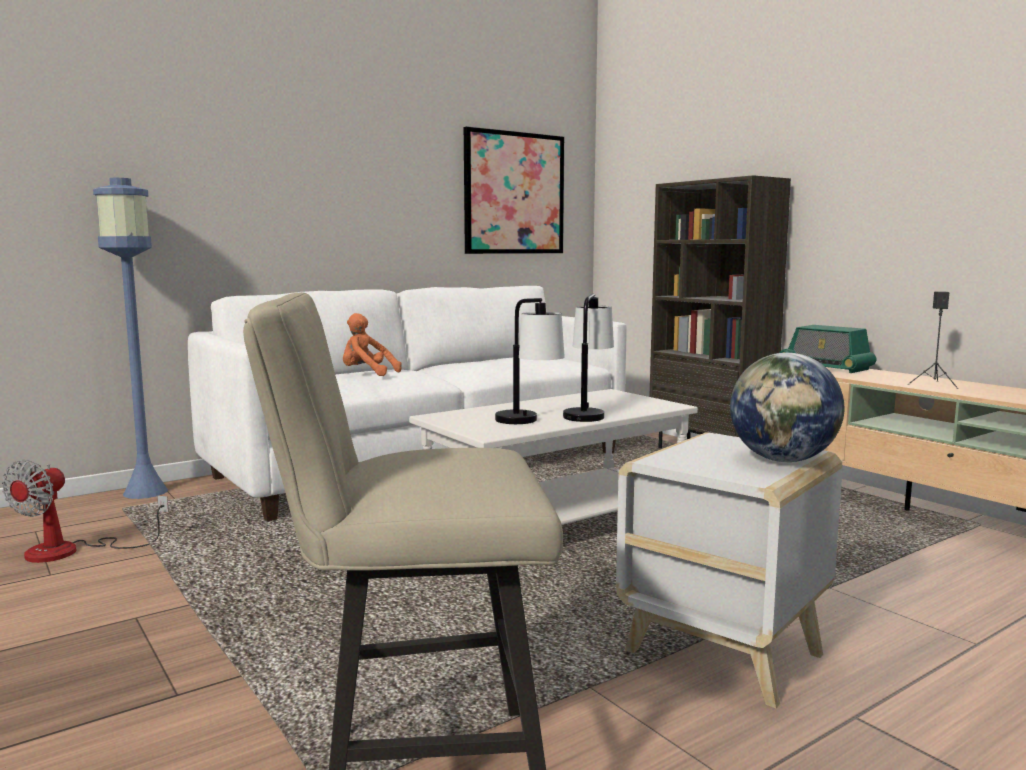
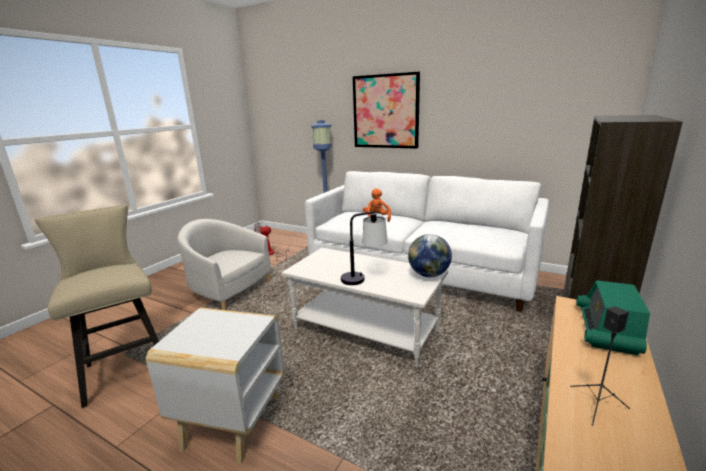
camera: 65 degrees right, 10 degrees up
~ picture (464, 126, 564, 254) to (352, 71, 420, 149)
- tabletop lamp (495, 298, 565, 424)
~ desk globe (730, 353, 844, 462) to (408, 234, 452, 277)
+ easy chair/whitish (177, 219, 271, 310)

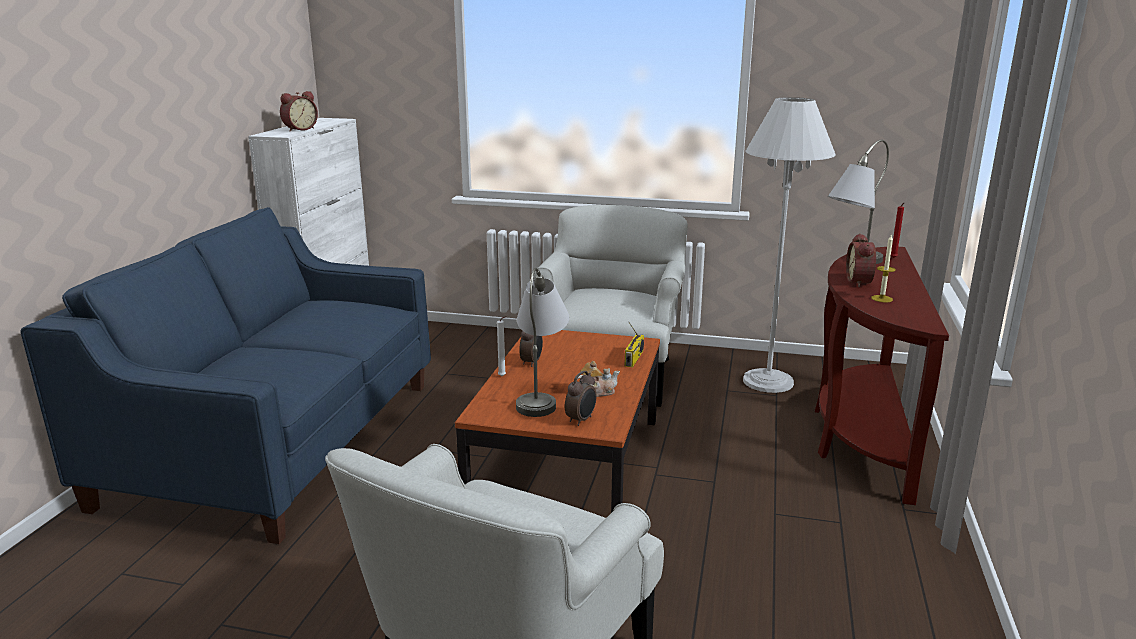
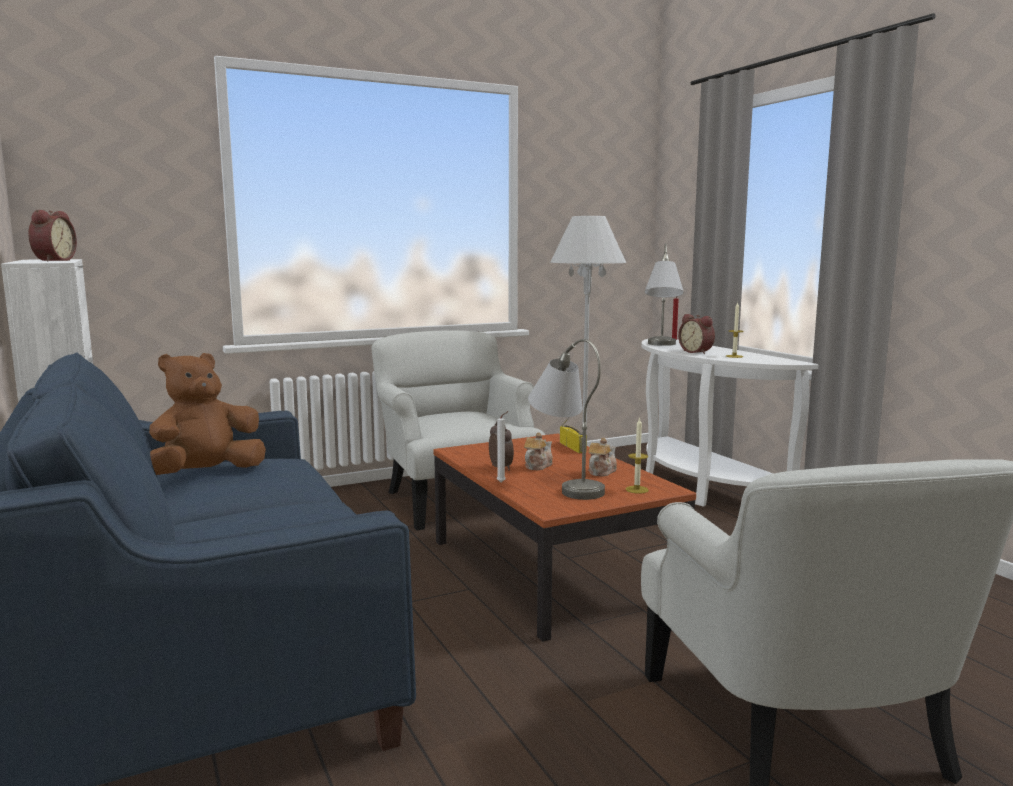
camera: 40 degrees left, 10 degrees down
~ hall table/brown (815, 247, 949, 505) to hall table/whitish (641, 339, 819, 507)
~ bedside clock (565, 371, 596, 426) to candle (625, 417, 649, 494)
+ soft toy/brown (149, 353, 266, 475)
+ pot for tea (524, 433, 553, 470)

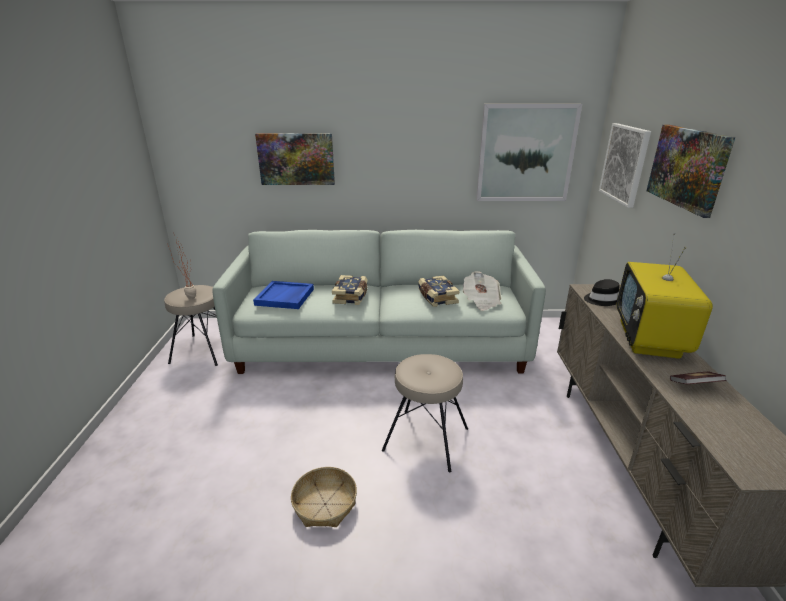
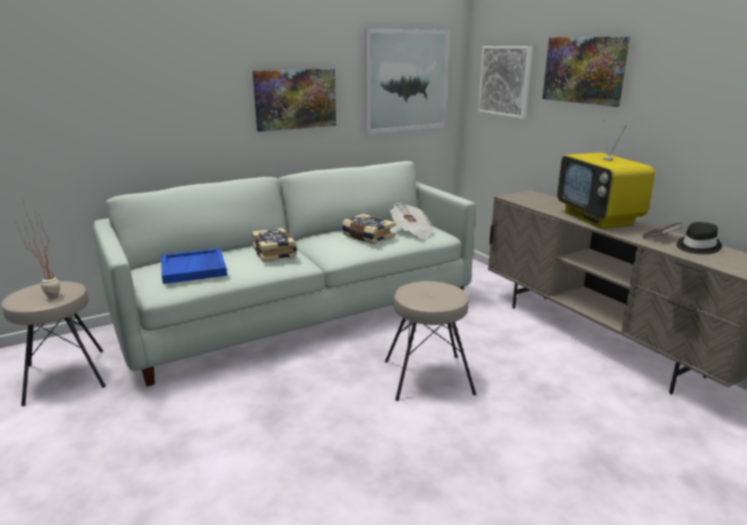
camera: 30 degrees left, 5 degrees down
~ picture (255, 133, 335, 185) to (253, 69, 336, 132)
~ hat/black-coloured (584, 279, 619, 306) to (676, 222, 722, 254)
- basket (291, 467, 357, 527)

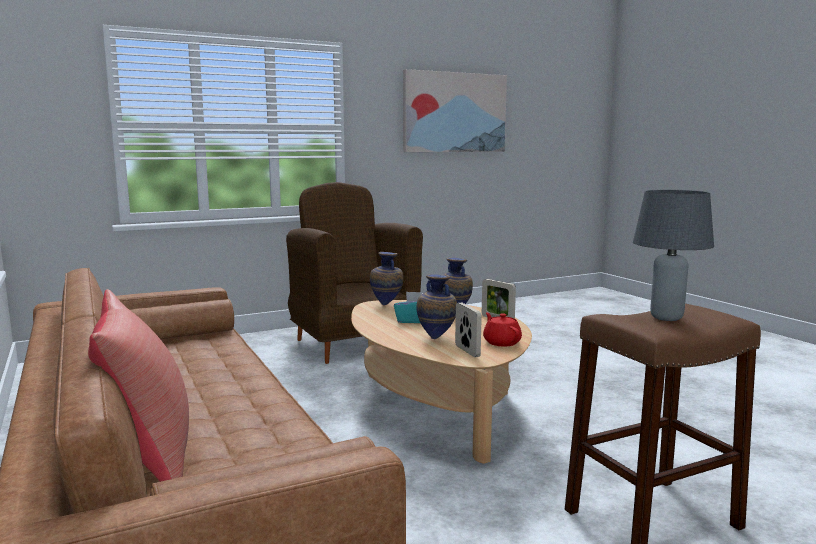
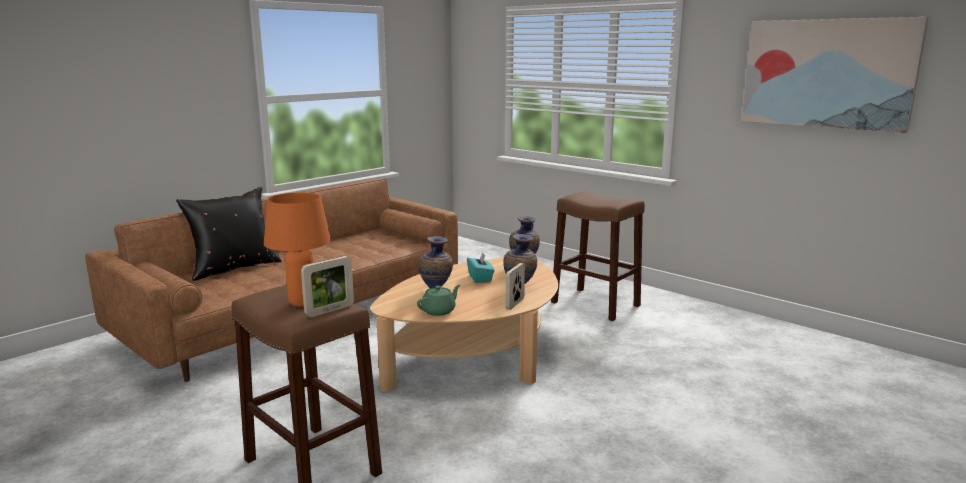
camera: 70 degrees right, 5 degrees up
~ easy chair/brown (286, 182, 423, 364) to sitting stool/brown (551, 191, 645, 321)
~ tabletop lamp/gray (633, 190, 714, 321) to tabletop lamp/orangey (264, 192, 331, 307)
~ cushion/reddish (88, 289, 189, 482) to cushion/black-coloured (176, 187, 281, 281)
~ picture frame (455, 303, 482, 357) to (301, 256, 354, 317)
~ pot for tea/reddish (483, 312, 522, 346) to pot for tea/greenish (417, 285, 460, 316)

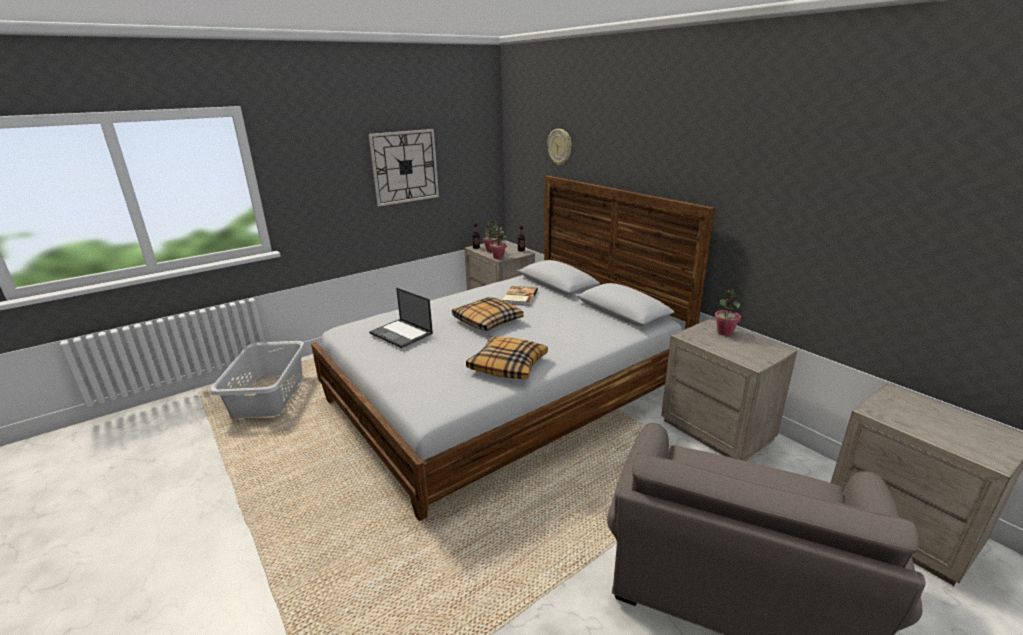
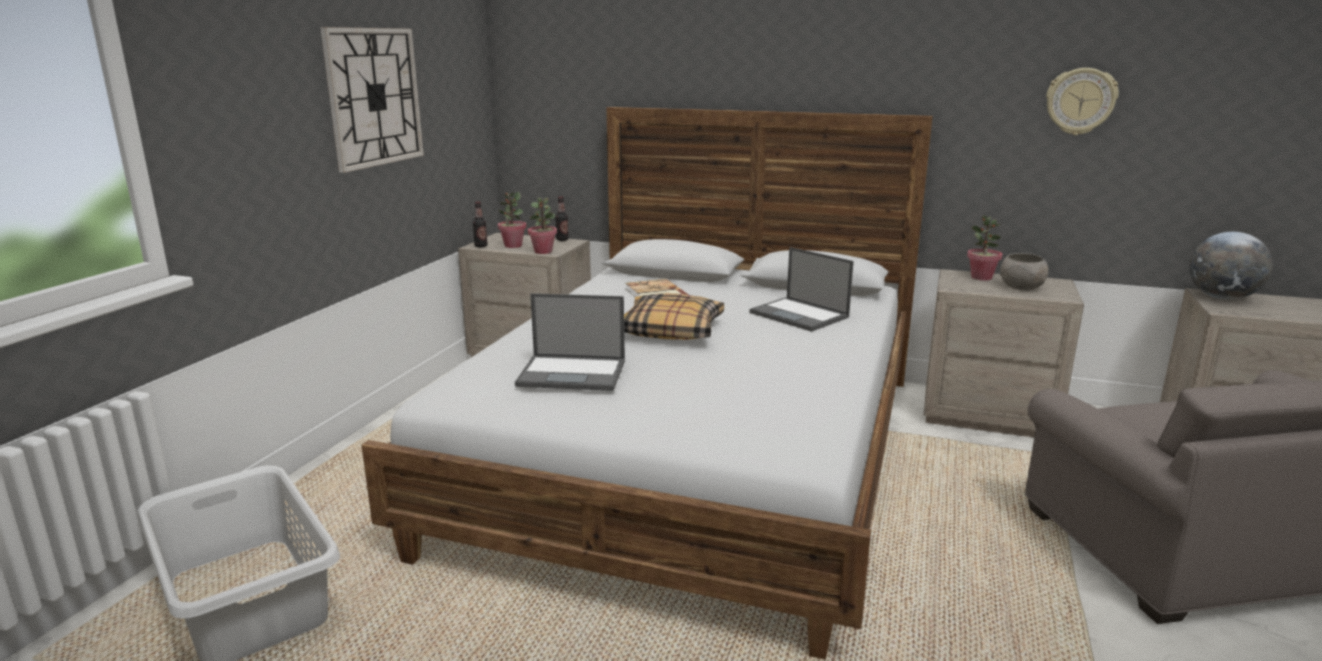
camera: 35 degrees left, 5 degrees down
~ wall clock (547, 129, 571, 165) to (1046, 68, 1119, 135)
- cushion (466, 336, 548, 379)
+ desk globe (1189, 232, 1272, 300)
+ laptop (749, 247, 854, 332)
+ deep dish/gray (1000, 253, 1048, 290)

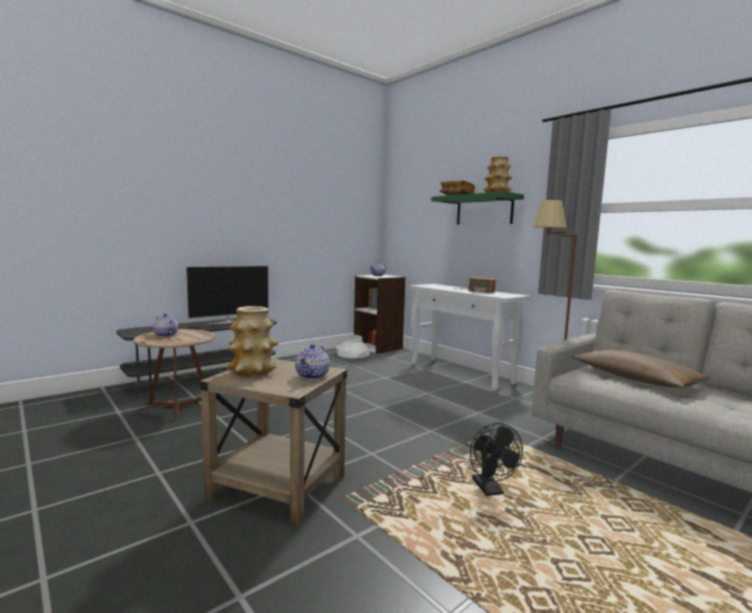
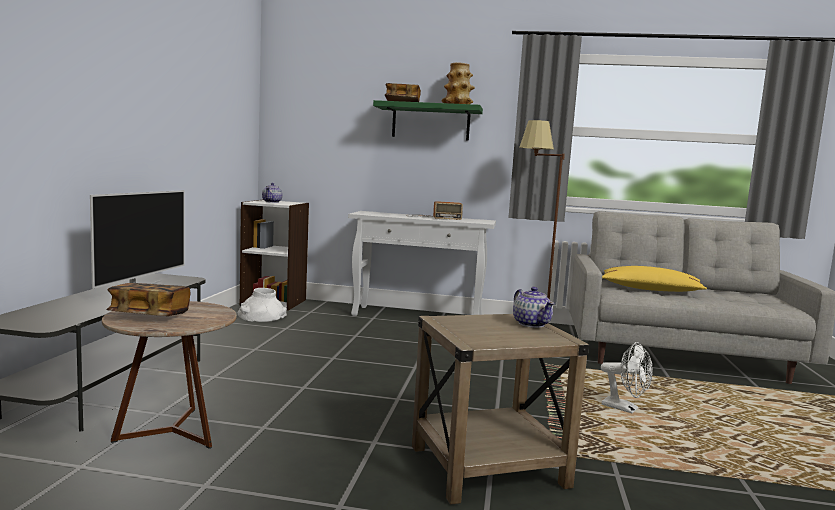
camera: 40 degrees left, 0 degrees up
- flower vase (226, 306, 279, 377)
~ pot for tea (153, 314, 178, 337) to bound book (106, 283, 191, 316)
~ cushion/brown (571, 349, 711, 388) to cushion/yellow (602, 266, 707, 292)
~ cooling fan/black-coloured (470, 423, 523, 496) to cooling fan/whitish (601, 342, 653, 413)

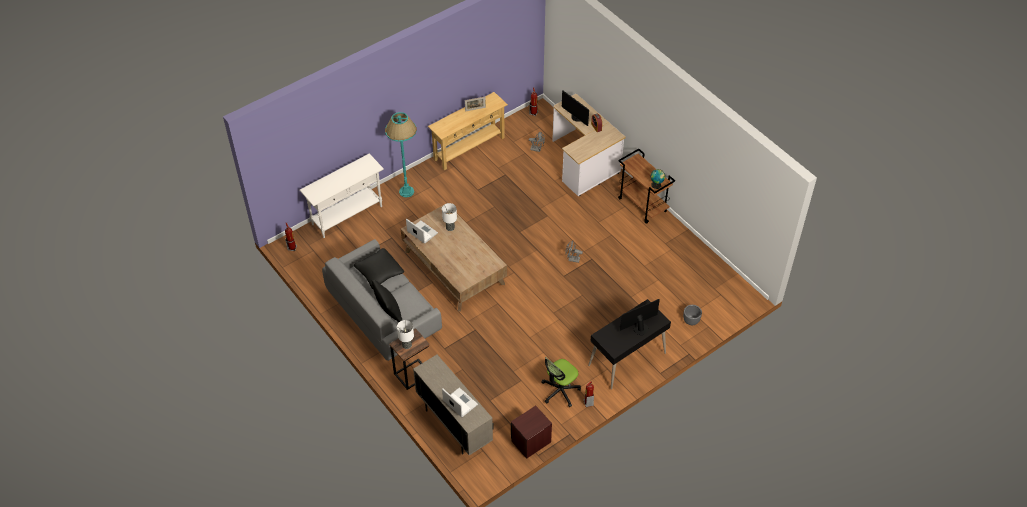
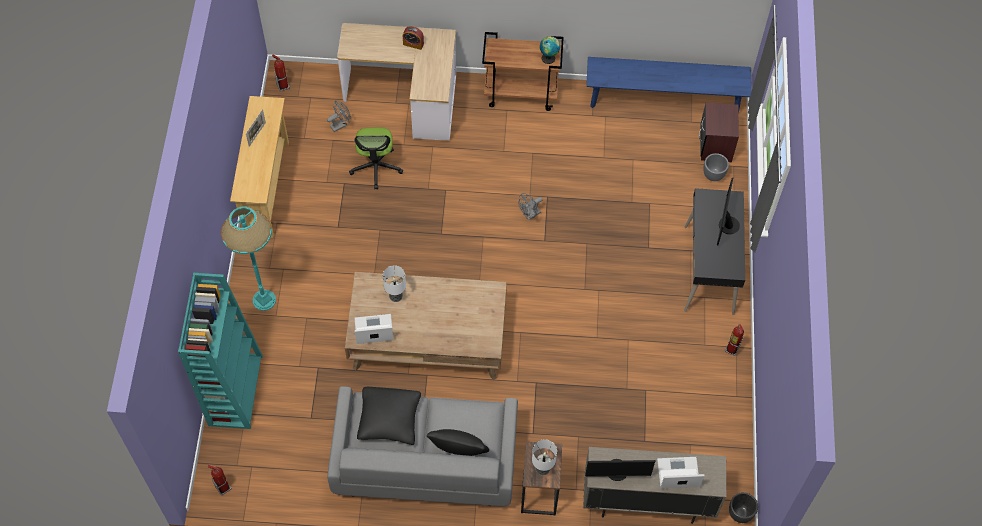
camera: 50 degrees left, 10 degrees up
~ computer screen (562, 90, 589, 126) to (585, 459, 656, 481)
~ hall table/whitish (299, 153, 384, 238) to bookshelf/turquoise (178, 273, 263, 429)
~ desk chair (541, 357, 581, 407) to (349, 128, 403, 189)
~ nightstand/brown (511, 406, 552, 459) to (699, 103, 739, 162)
+ long seat/blue (586, 57, 751, 112)
+ plant pot/black-coloured (729, 492, 758, 523)

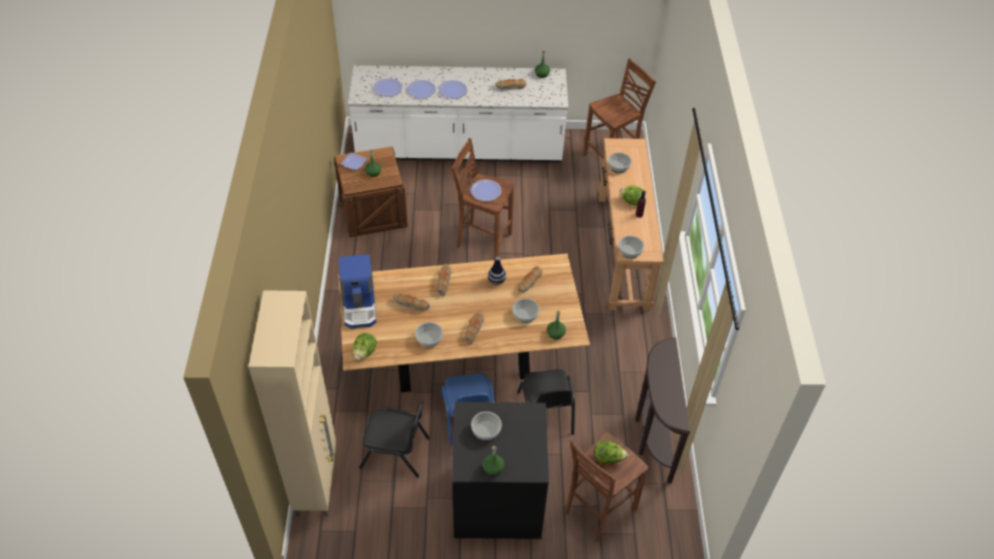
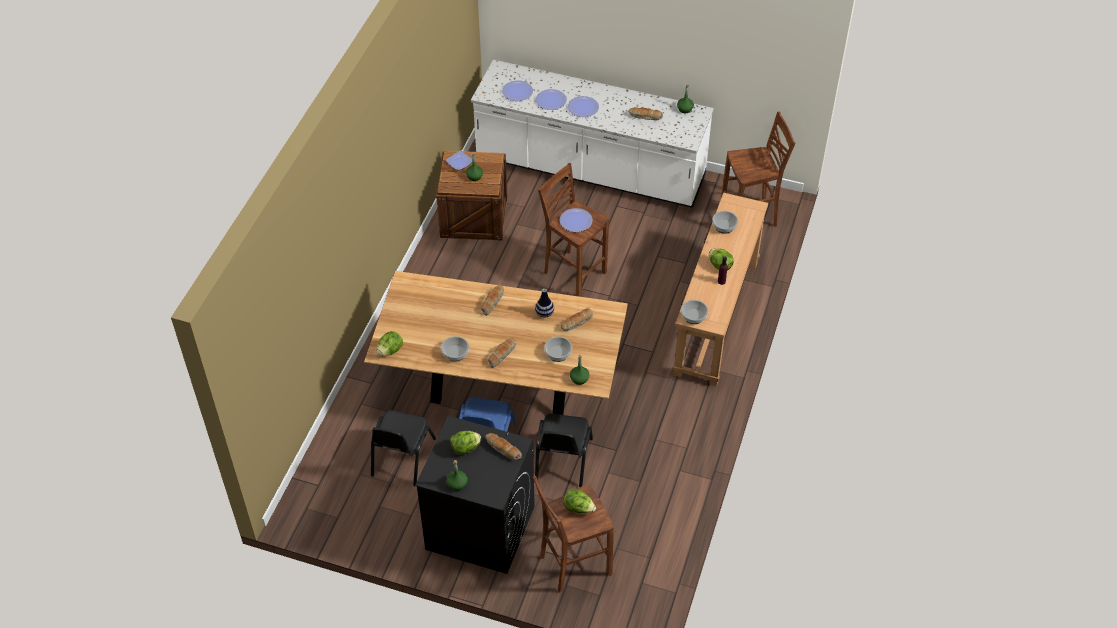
camera: 20 degrees right, 0 degrees up
- coffee maker (338, 254, 376, 329)
- storage cabinet/beige-coloured (248, 290, 336, 517)
~ bread (393, 293, 430, 311) to (485, 433, 522, 460)
- hall table/brown (635, 337, 690, 483)
~ upright chair/black-coloured (359, 401, 430, 478) = (371, 410, 436, 486) 75 degrees clockwise
~ deep dish (471, 411, 502, 440) to lettuce head (450, 431, 481, 455)

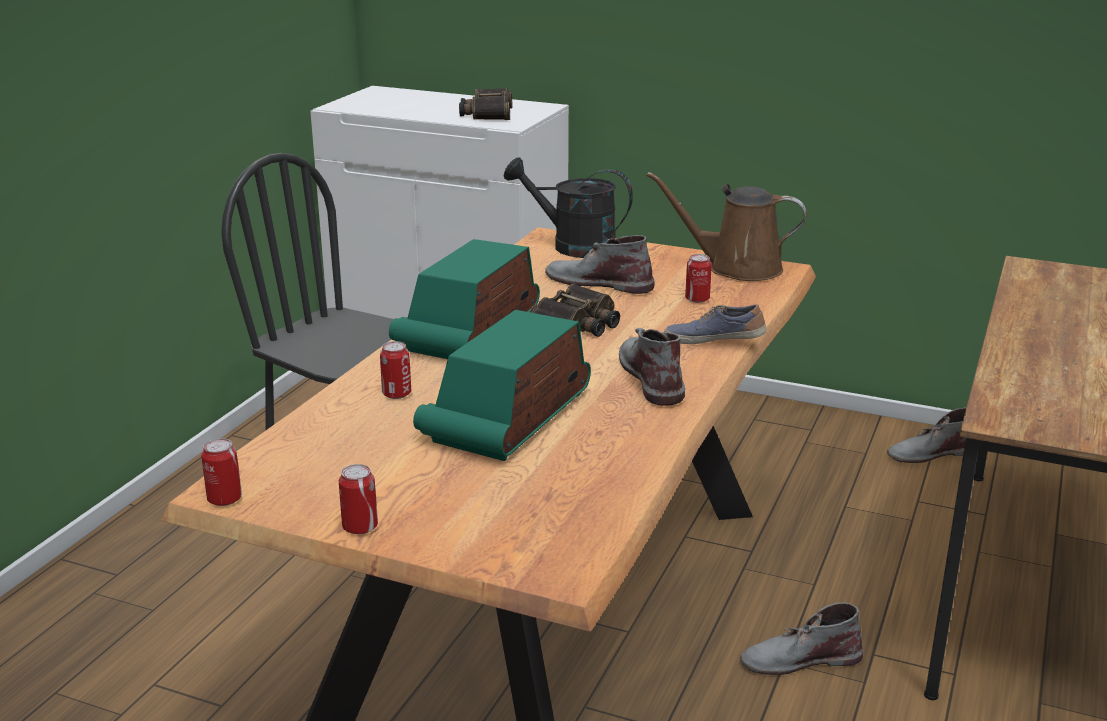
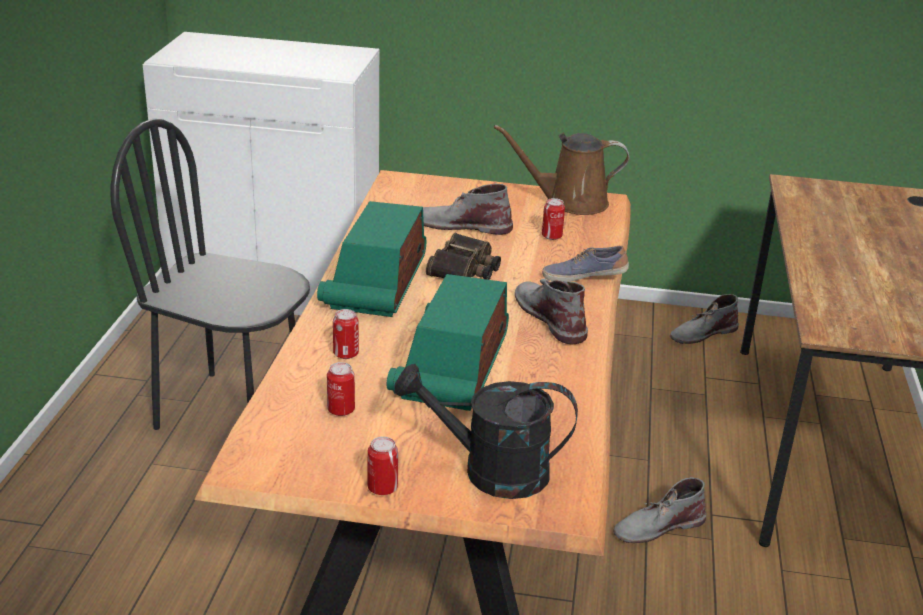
camera: 15 degrees left, 5 degrees up
- pair of binoculars (459, 88, 512, 120)
~ watering can/black-coloured (503, 157, 633, 258) to (394, 364, 578, 499)
~ metal can (201, 438, 242, 506) to (327, 362, 355, 416)

